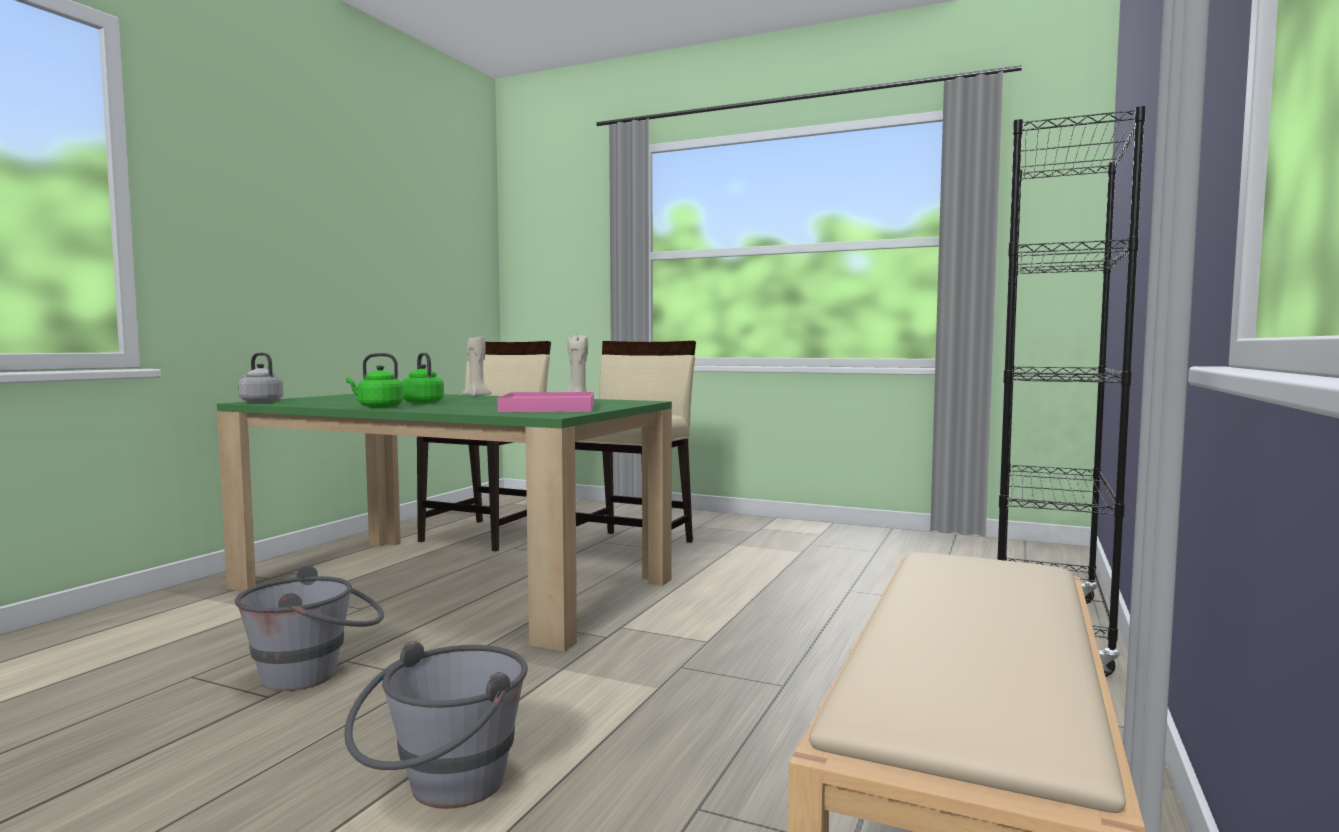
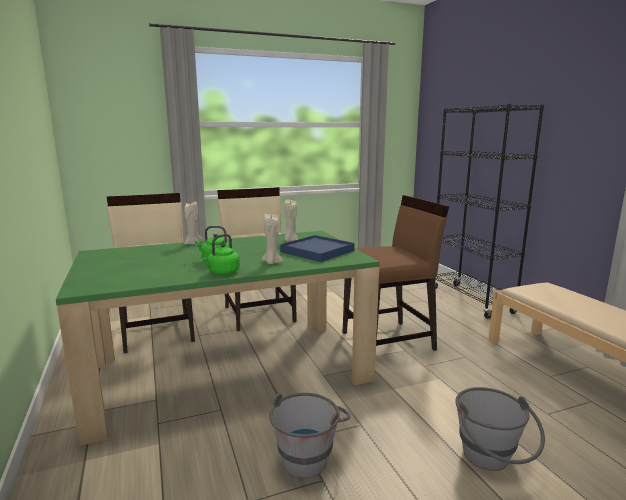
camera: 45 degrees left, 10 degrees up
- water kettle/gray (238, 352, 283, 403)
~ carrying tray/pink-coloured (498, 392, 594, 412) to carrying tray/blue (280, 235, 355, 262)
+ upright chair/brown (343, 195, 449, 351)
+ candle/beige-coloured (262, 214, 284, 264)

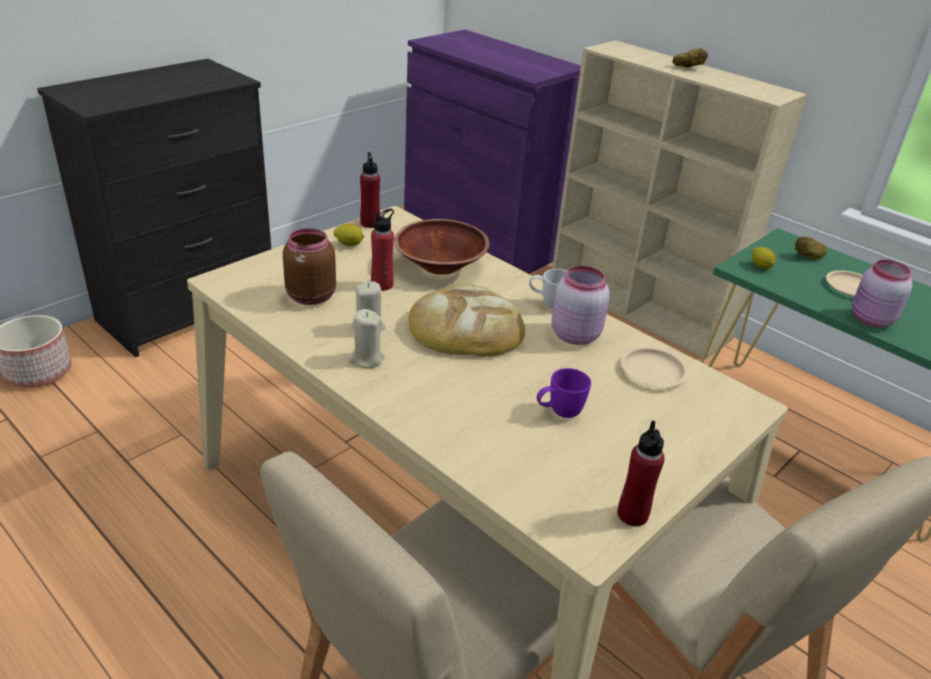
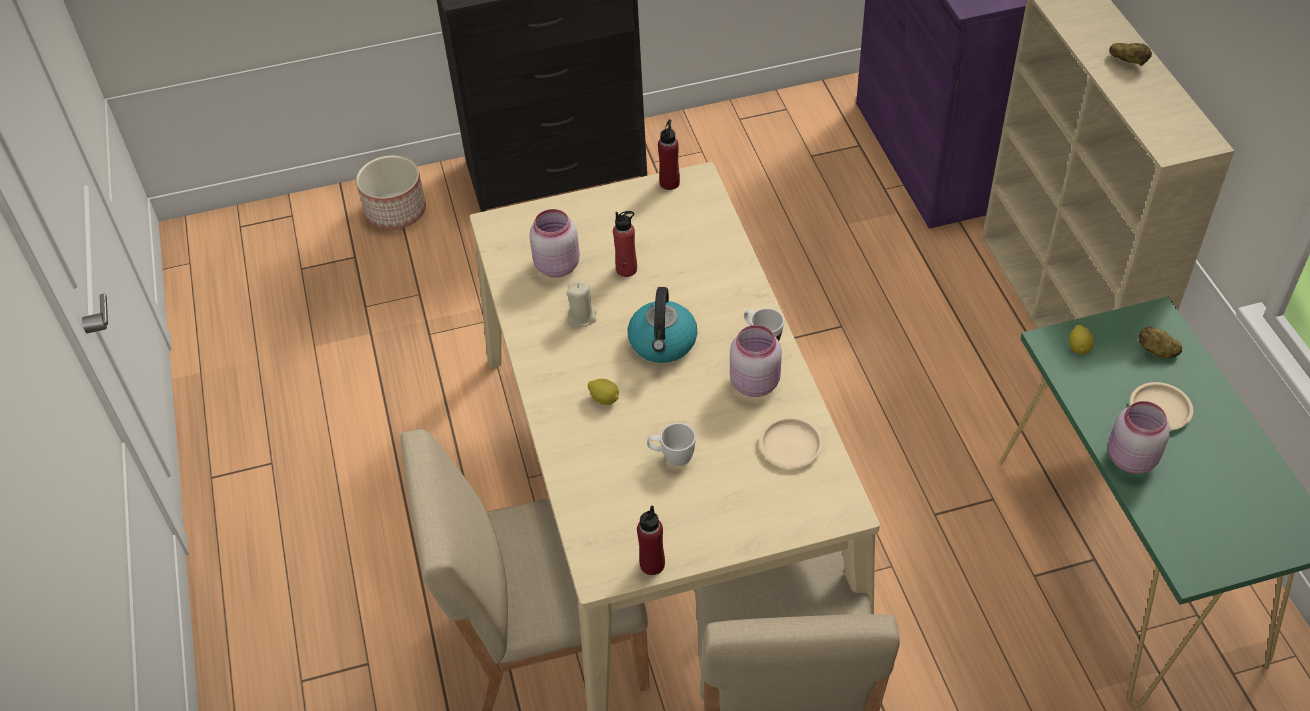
camera: 35 degrees right, 15 degrees up
- deep dish/brown (394, 219, 489, 275)
~ citrus fruit (334, 224, 364, 246) to (588, 379, 619, 405)
~ storage jar/brown (283, 228, 336, 305) to storage jar/pink-coloured (529, 209, 580, 277)
~ bread (409, 284, 525, 357) to water kettle (628, 287, 698, 363)
- candle/beige-coloured (349, 309, 385, 368)
~ tea mug/purplish (537, 368, 591, 418) to tea mug/whitish (647, 423, 696, 466)

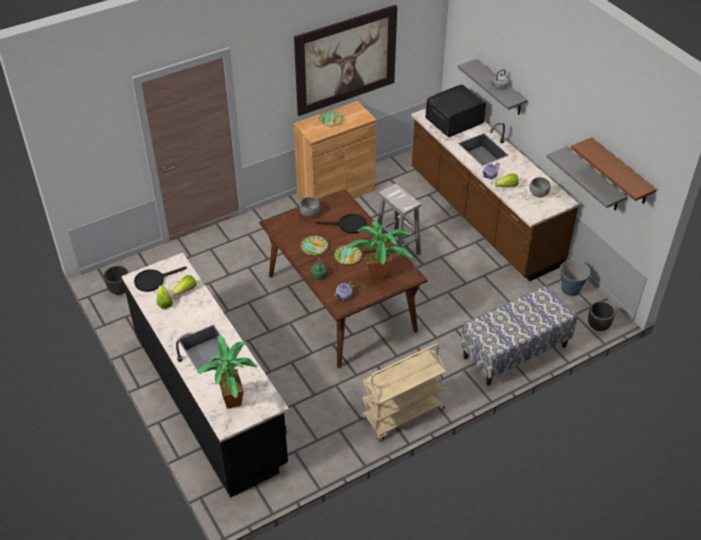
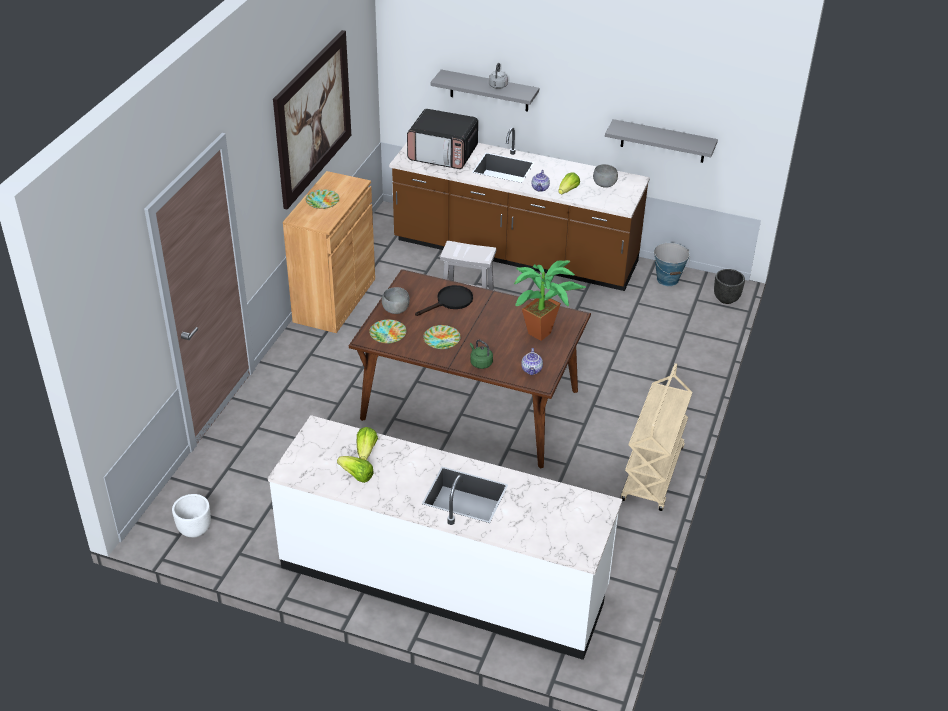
camera: 40 degrees left, 5 degrees down
~ microwave oven (425, 84, 486, 137) = (407, 109, 478, 169) 90 degrees counterclockwise
- shelf/brown (571, 137, 657, 204)
~ flat dish (334, 245, 362, 265) to (369, 320, 406, 344)
~ kitchen base unit/black-coloured (121, 253, 289, 498) to kitchen base unit/whitish (268, 415, 622, 660)
~ plant pot/black-coloured (104, 266, 128, 295) to plant pot/whitish (172, 494, 211, 538)
- pan/black-coloured (134, 266, 187, 292)
- long seat (461, 286, 577, 386)
- potted plant (197, 336, 257, 409)

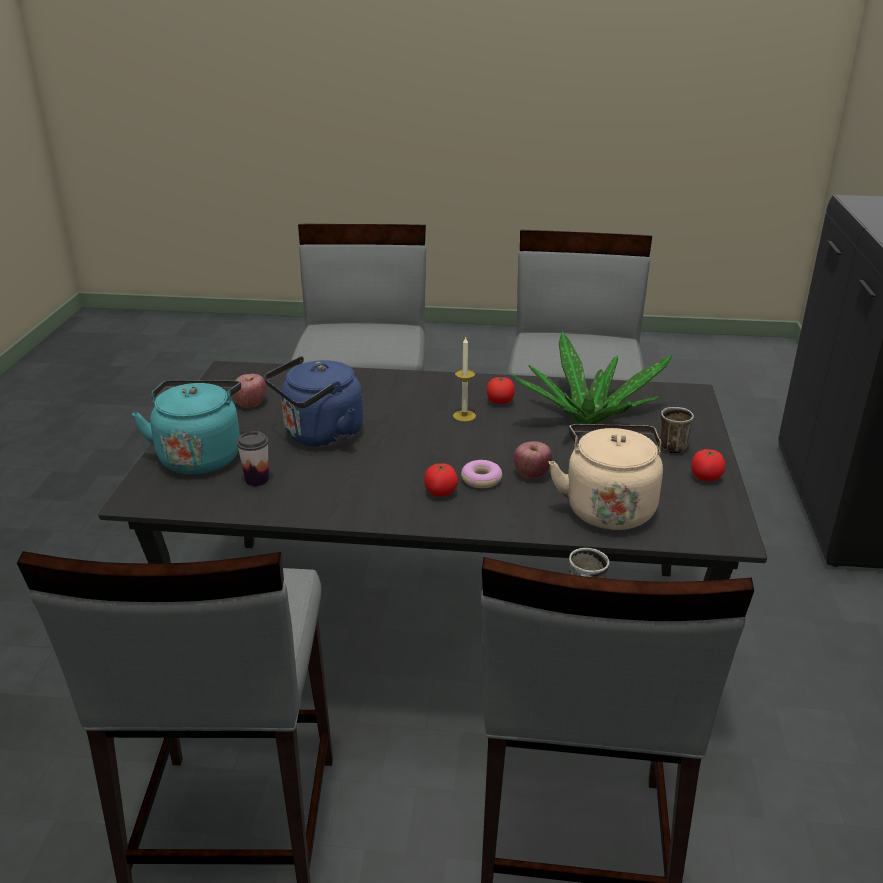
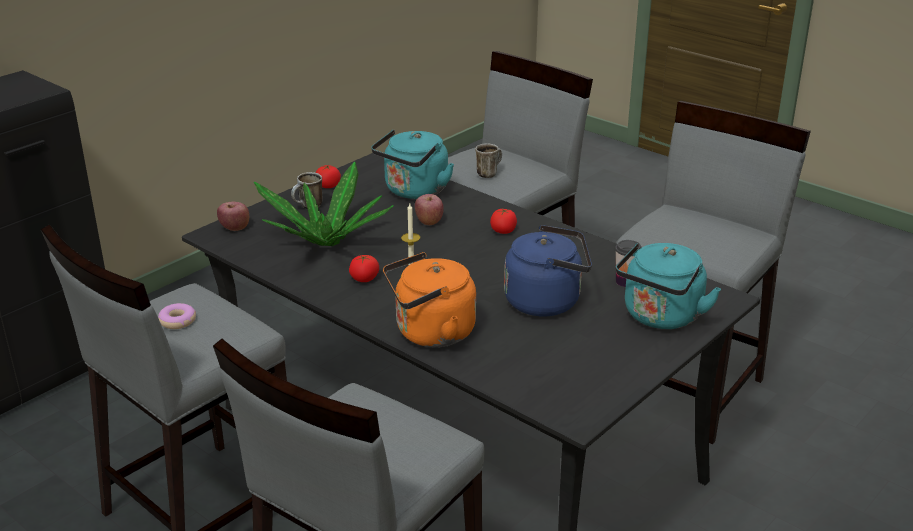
camera: 145 degrees left, 0 degrees up
~ apple fruit (233, 374, 266, 408) to (217, 202, 249, 231)
~ water kettle/beige-coloured (549, 424, 663, 530) to water kettle/turquoise (371, 130, 454, 199)
~ doughnut (461, 460, 502, 488) to (158, 303, 196, 329)
+ water kettle/orangey (383, 252, 476, 347)

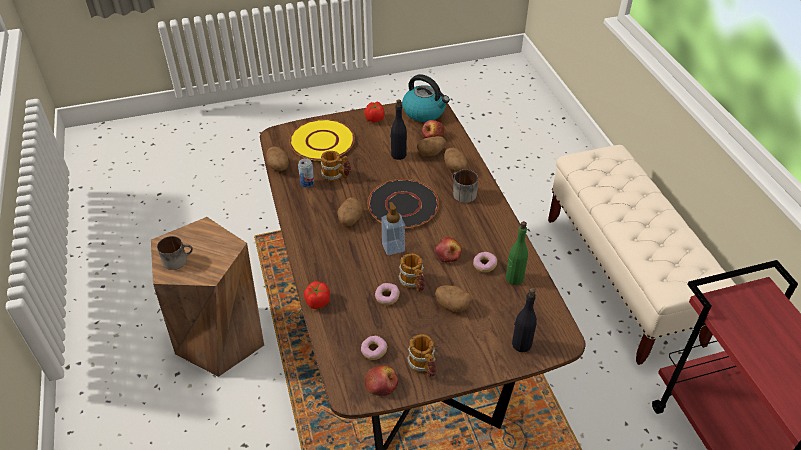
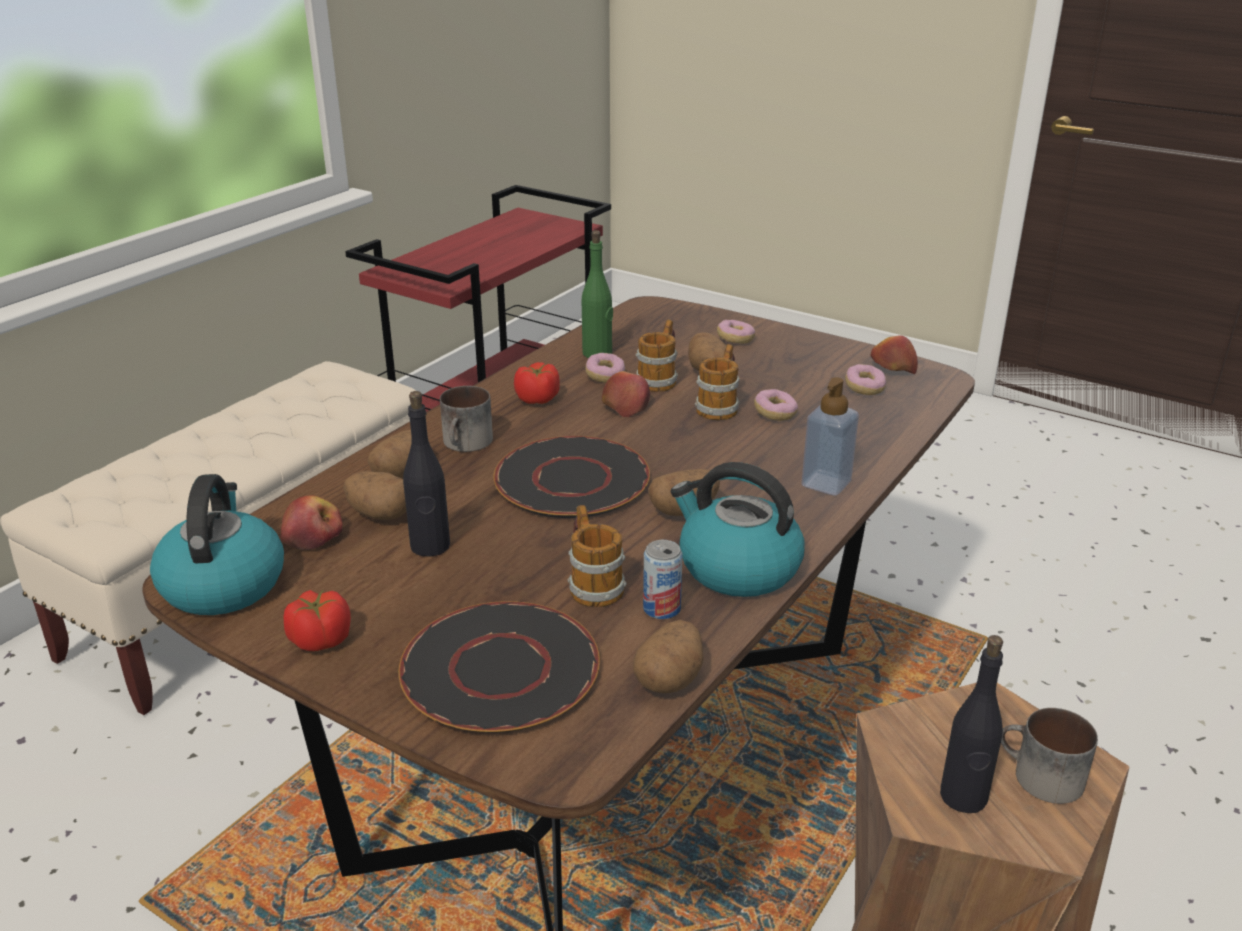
camera: 130 degrees left, 15 degrees down
~ flat dish/yellow (289, 119, 355, 161) to flat dish/black-coloured (399, 601, 600, 733)
~ liquid soap bottle (381, 202, 405, 255) to (801, 377, 859, 496)
~ fresh tomato (304, 281, 330, 309) to (514, 362, 560, 404)
~ beverage bottle/black-coloured (512, 288, 537, 352) to (940, 635, 1003, 813)
~ tea mug (407, 334, 436, 377) to (636, 320, 678, 392)
+ doughnut (717, 320, 755, 344)
+ water kettle (671, 462, 805, 597)

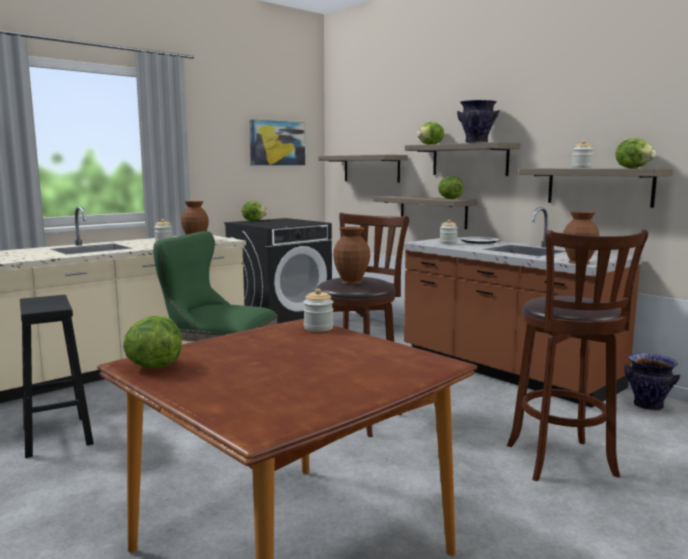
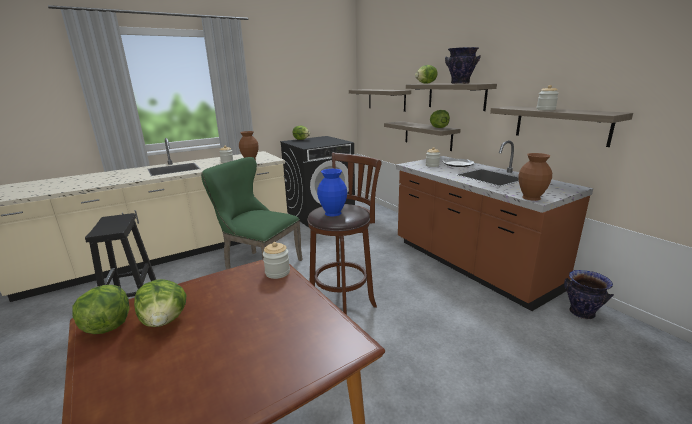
camera: 10 degrees right, 10 degrees up
- picture (249, 119, 305, 166)
~ lettuce head (615, 138, 656, 168) to (134, 279, 187, 327)
~ flower vase/brown (333, 227, 370, 284) to flower vase/blue (317, 169, 347, 216)
- sitting stool/brown (507, 230, 648, 481)

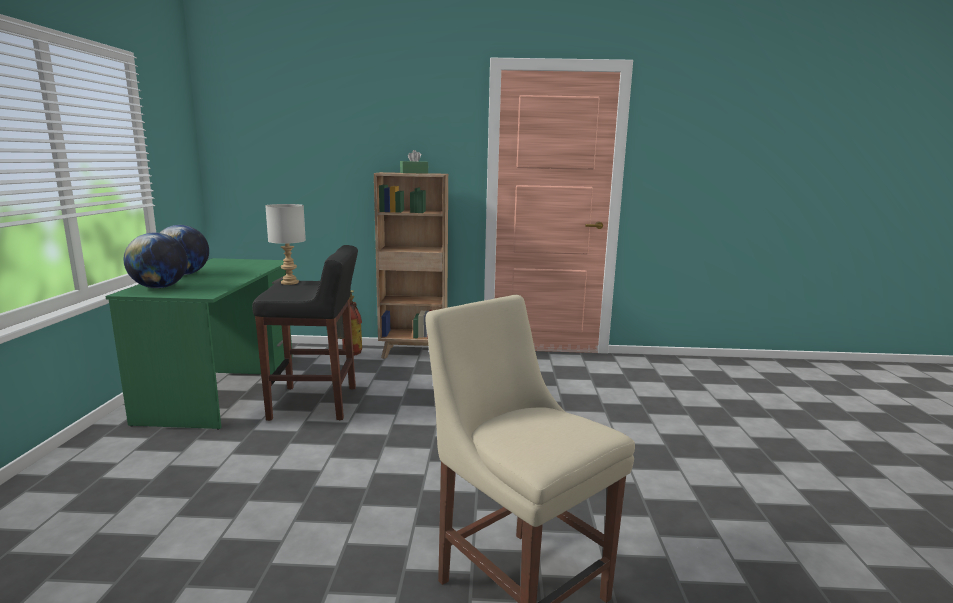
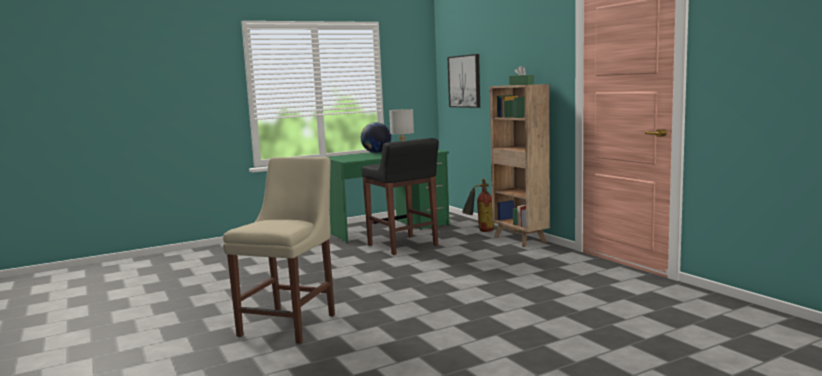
camera: 60 degrees right, 5 degrees down
- desk globe (124, 233, 188, 288)
+ picture (447, 54, 480, 108)

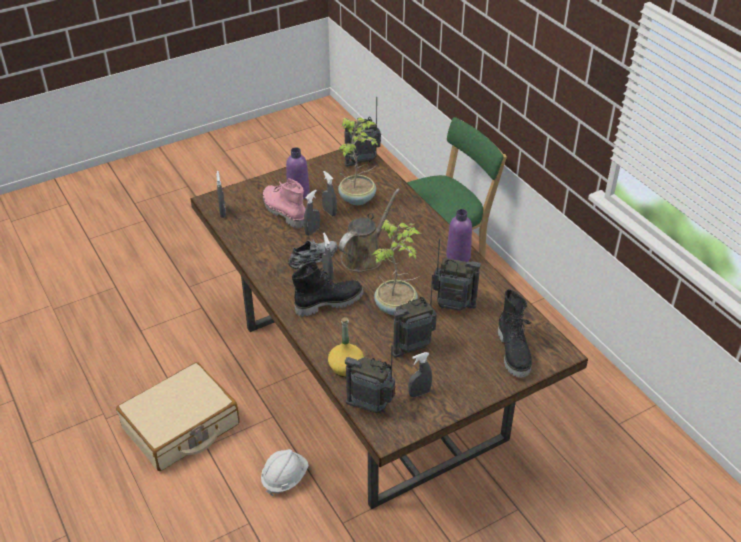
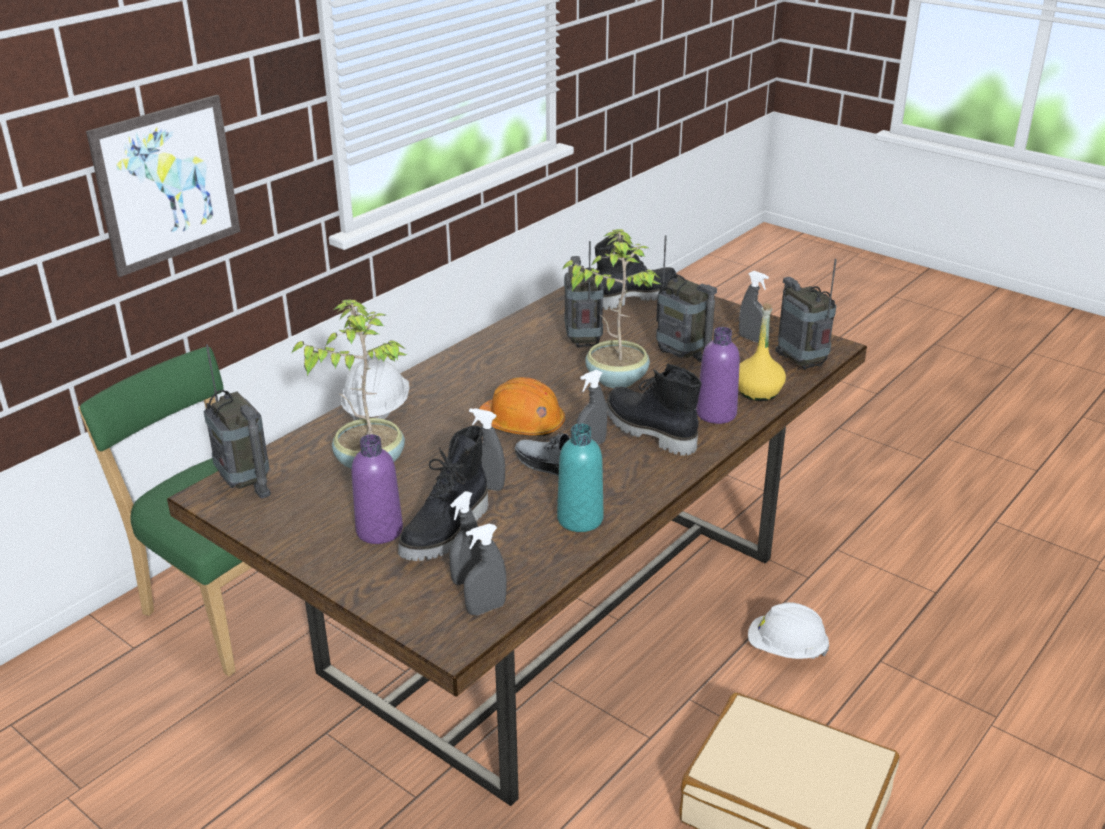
camera: 110 degrees left, 10 degrees down
~ hand sprayer/gray (322, 171, 337, 216) to (449, 491, 481, 585)
~ boot/pink-coloured (263, 178, 306, 229) to boot/black-coloured (398, 426, 488, 561)
~ watering can/brown (339, 189, 400, 272) to safety helmet/orangey (479, 377, 565, 436)
~ beverage bottle/purplish (446, 209, 472, 262) to (696, 327, 740, 424)
~ radio set (345, 345, 396, 413) = (775, 259, 837, 370) 150 degrees clockwise
+ picture (86, 95, 240, 277)
+ safety helmet/whitish (341, 354, 409, 421)
+ beverage bottle/turquoise (557, 423, 604, 532)

